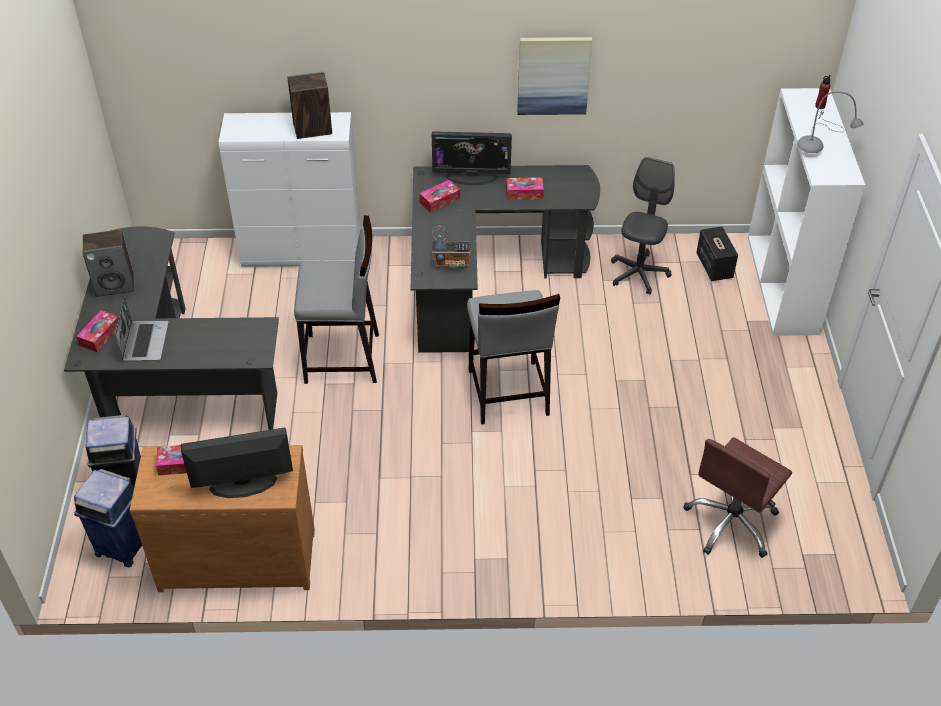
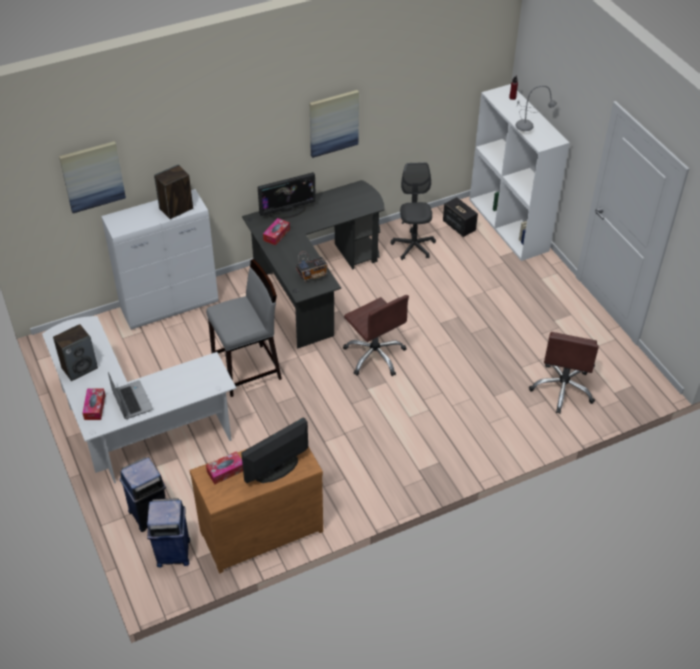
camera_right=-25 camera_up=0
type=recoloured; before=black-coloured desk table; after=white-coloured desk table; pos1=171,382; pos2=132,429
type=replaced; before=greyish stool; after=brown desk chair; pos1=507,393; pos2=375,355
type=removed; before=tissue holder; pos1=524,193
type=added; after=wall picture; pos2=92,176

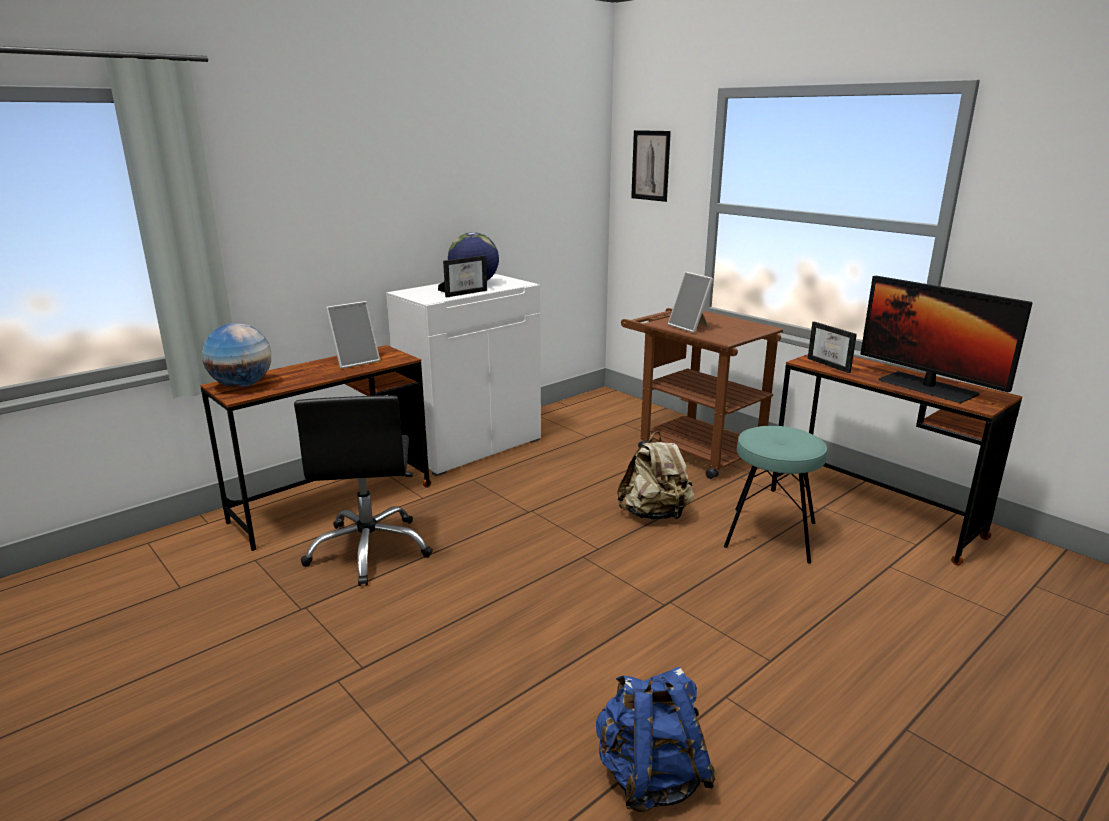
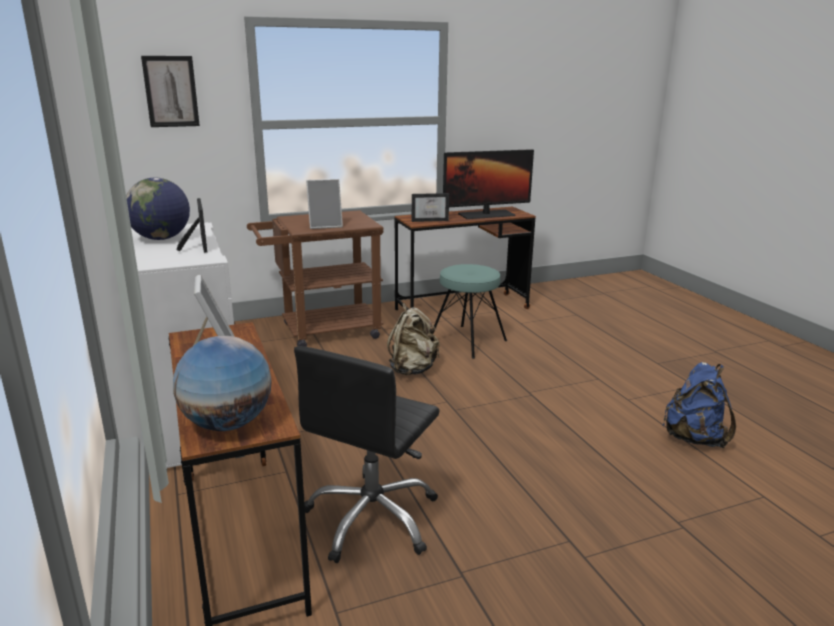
camera_right=-70 camera_up=0
type=turned; before=black-coloured desk chair; pos1=370,550; pos2=372,518; turn=105

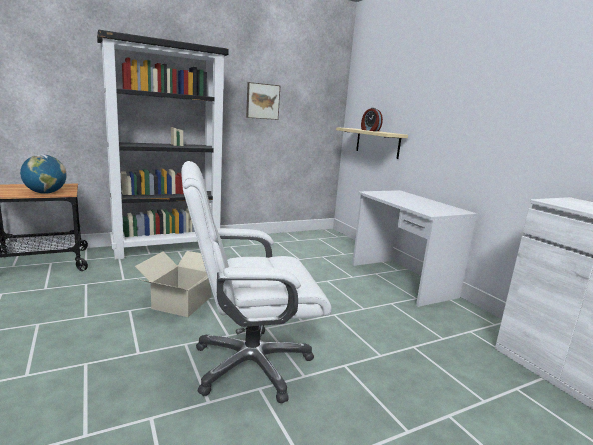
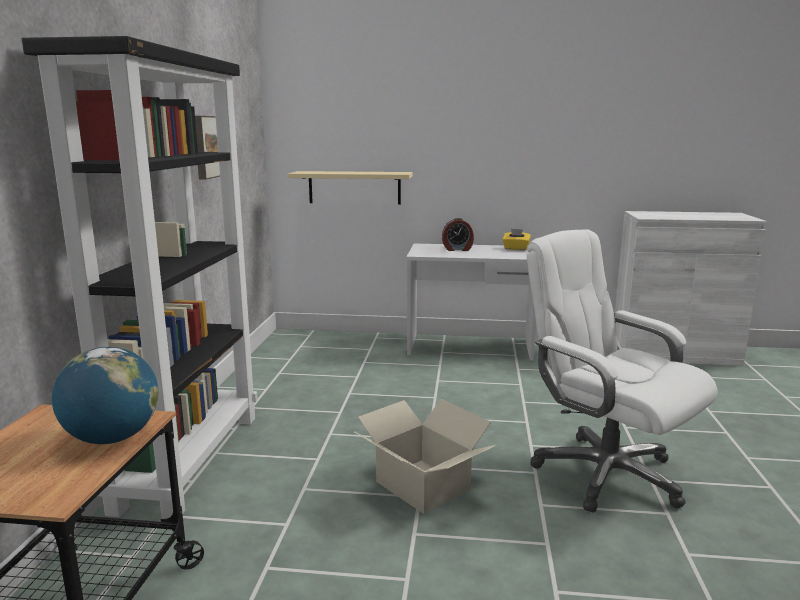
camera_right=-55 camera_up=0
type=turned; before=white-coloured desk chair; pos1=250,364; pos2=605,474; turn=120
type=moved; before=alarm clock; pos1=370,130; pos2=457,249
type=added; after=yellowish tissue holder; pos2=516,249

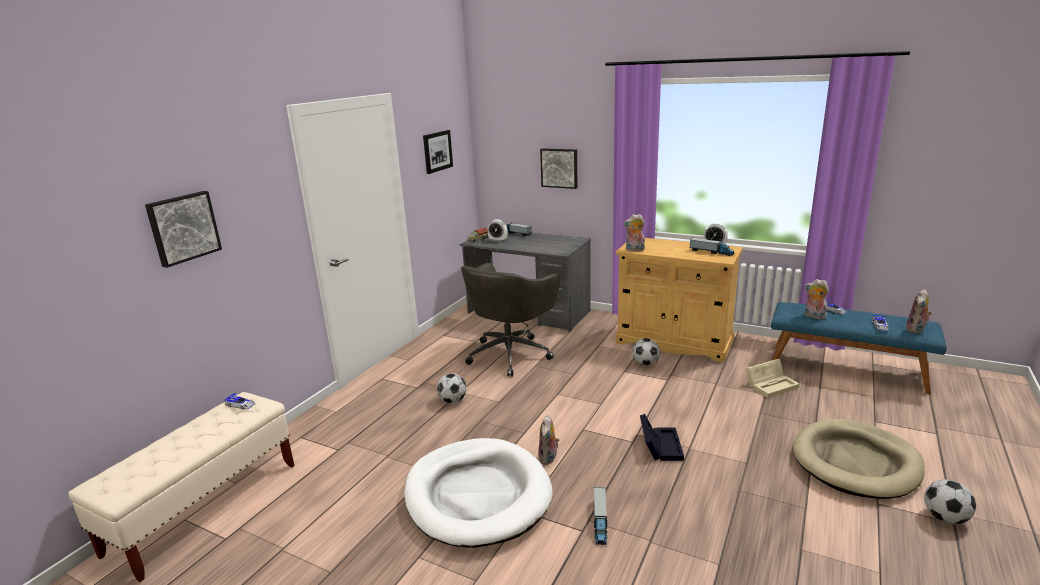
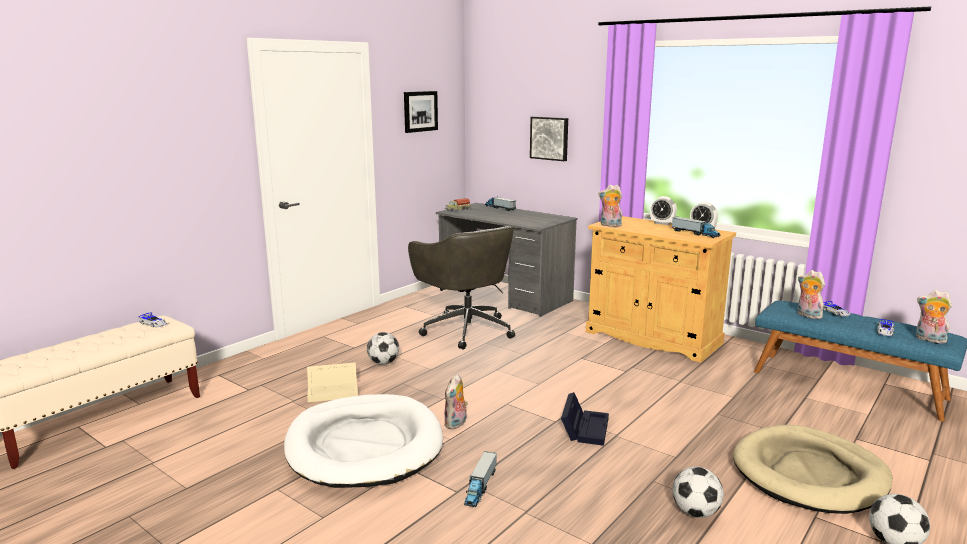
camera_right=10 camera_up=-5
type=removed; before=wall picture; pos1=183,227
type=turned; before=greyish desk chair; pos1=511,354; pos2=466,329; turn=-75
type=moved; before=alarm clock; pos1=498,240; pos2=662,223
type=moved; before=football ball; pos1=645,363; pos2=695,512
type=moved; before=sand-coloured storage container; pos1=771,385; pos2=334,391
type=turned; before=soft toy; pos1=916,330; pos2=929,339; turn=75

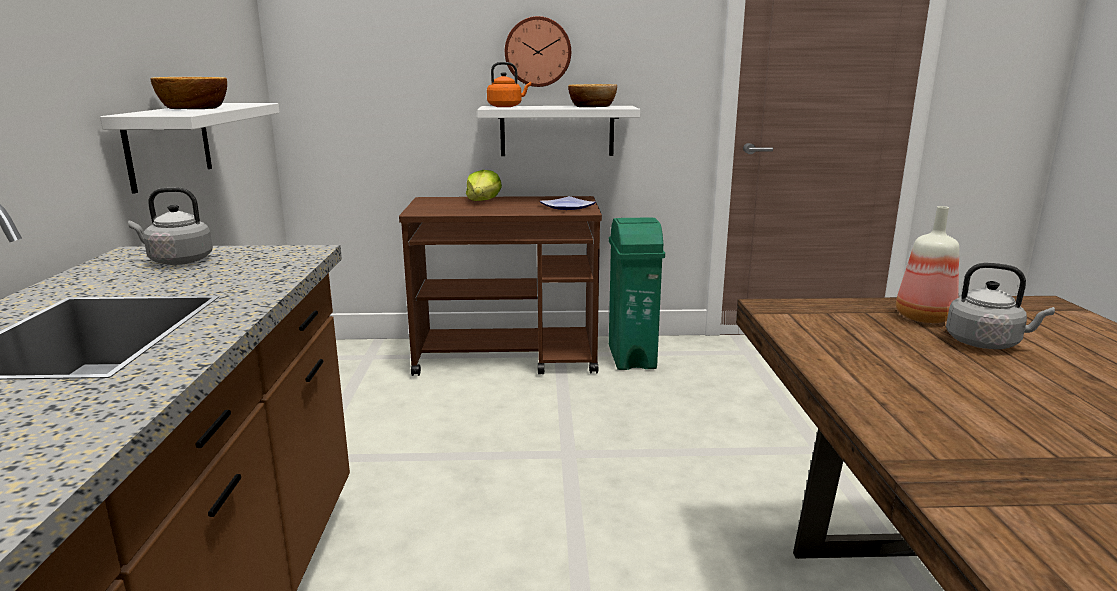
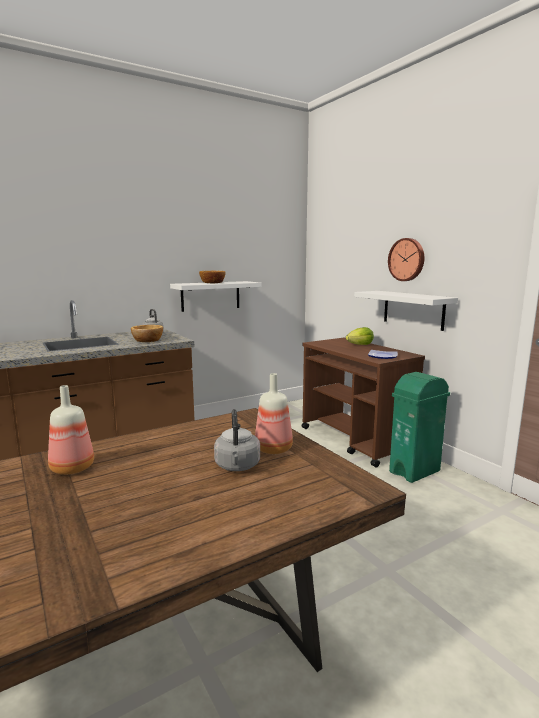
camera_right=60 camera_up=-5
type=removed; before=orange kettle; pos1=506,106
type=moved; before=serving bowl; pos1=593,106; pos2=148,340
type=added; after=bottle; pos2=72,469

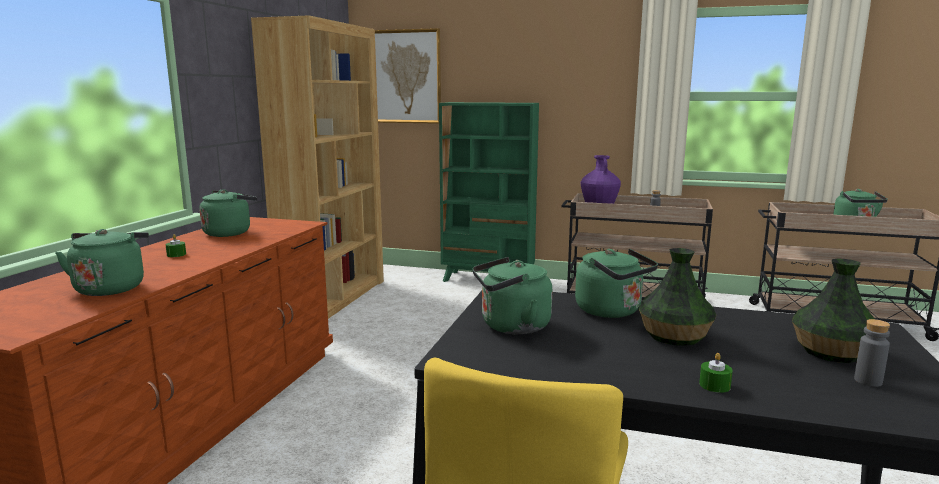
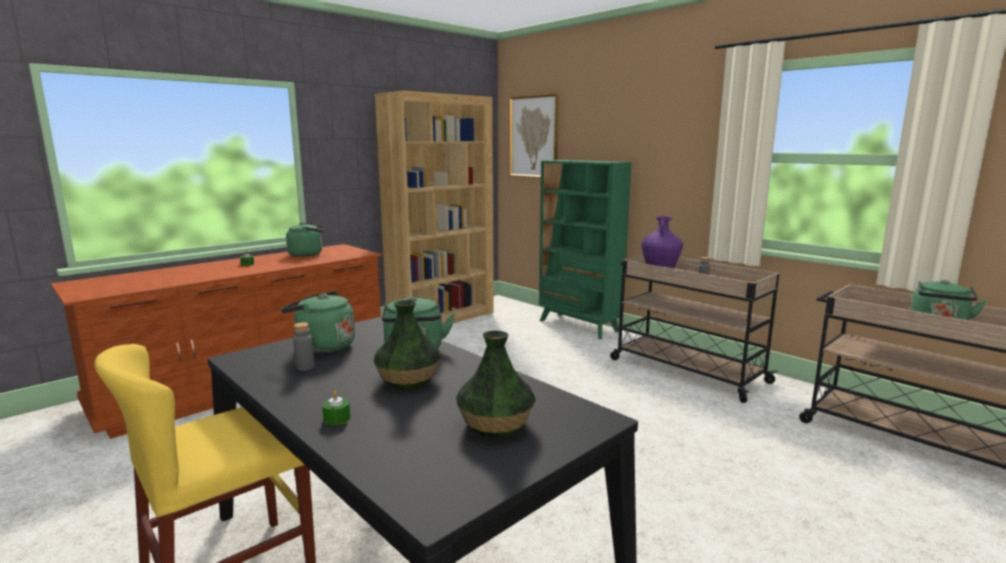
camera_right=30 camera_up=0
type=removed; before=green kettle; pos1=111,288
type=moved; before=greyish bottle; pos1=868,381; pos2=305,367

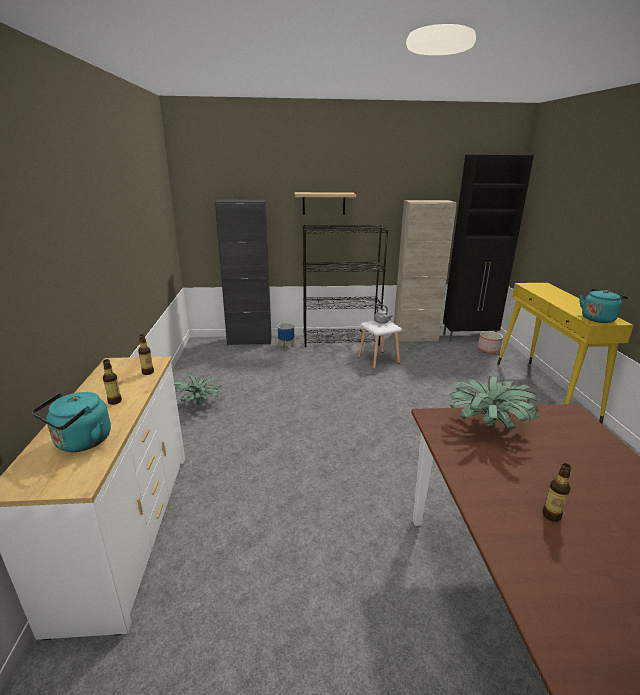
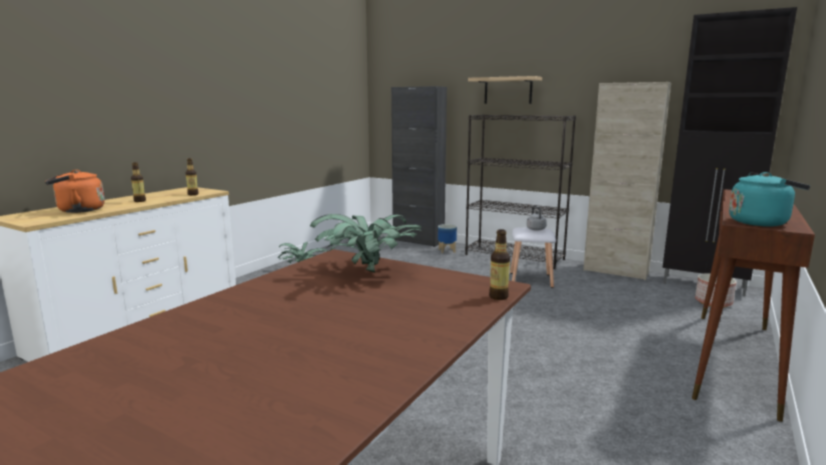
camera_right=35 camera_up=-10
type=recoloured; before=turquoise kettle; after=orange kettle; pos1=81,443; pos2=78,210
type=recoloured; before=yellowish narrow table; after=brown narrow table; pos1=543,391; pos2=734,360
type=moved; before=bottle; pos1=551,515; pos2=498,297

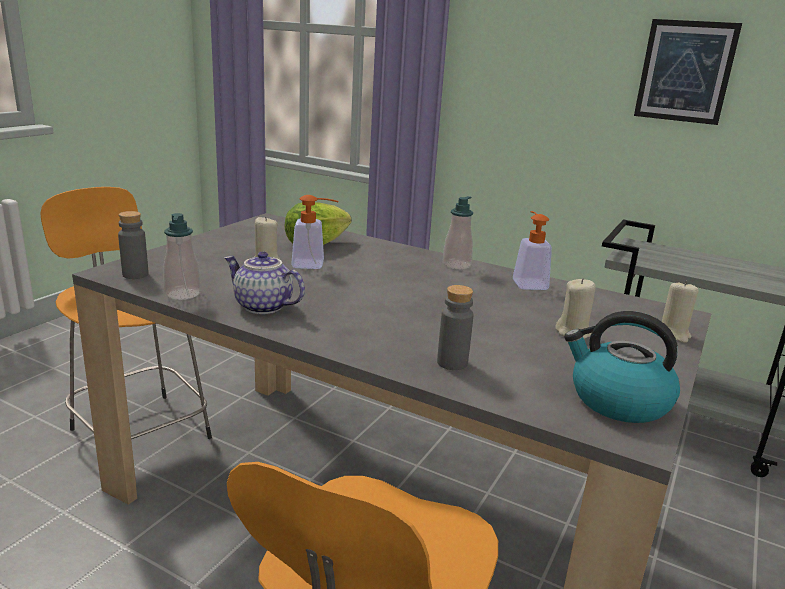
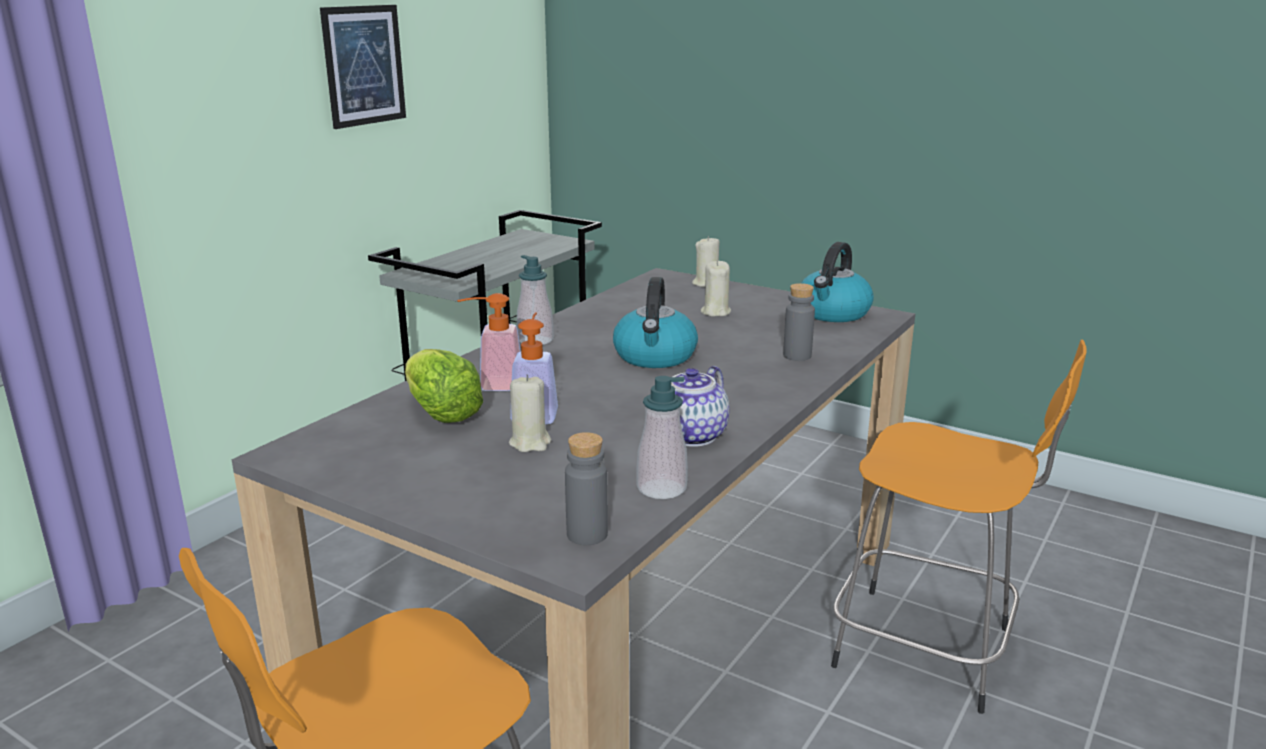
camera_right=-85 camera_up=0
type=moved; before=liquid soap bottle; pos1=528,282; pos2=493,385
type=added; after=kettle; pos2=655,357

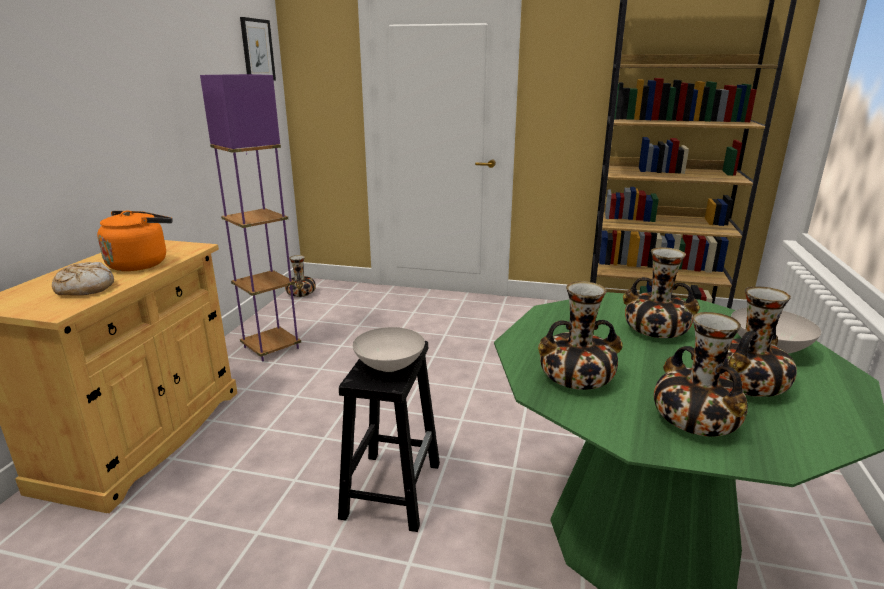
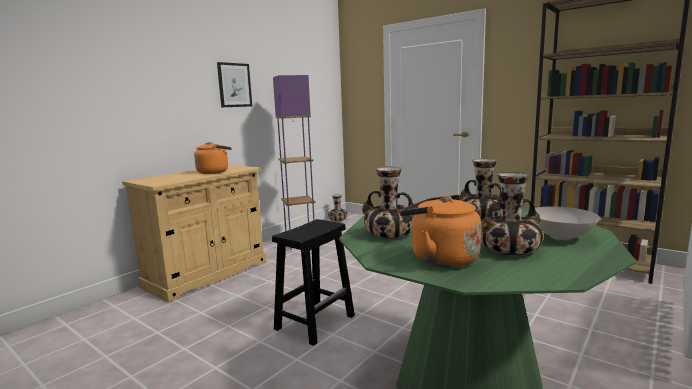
camera_right=25 camera_up=-10
type=removed; before=bakery bread; pos1=85,288
type=moved; before=wall picture; pos1=257,50; pos2=234,85
type=removed; before=white-coloured serving bowl; pos1=389,366
type=replaced; before=vase; after=orange kettle; pos1=694,420; pos2=440,258

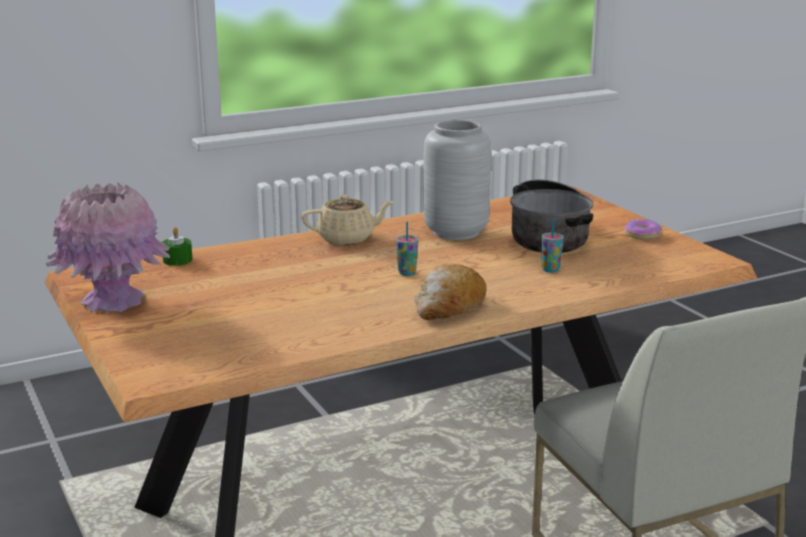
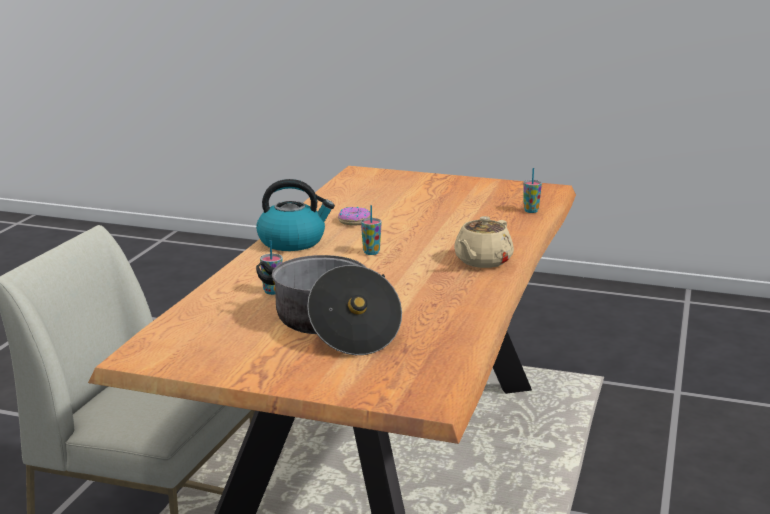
camera_right=135 camera_up=0
type=removed; before=pinkish vase; pos1=113,301
type=replaced; before=green candle; after=small cup; pos1=177,260; pos2=531,211
type=replaced; before=bakery bread; after=kettle; pos1=448,307; pos2=293,241
type=removed; before=greyish vase; pos1=455,233
type=moved; before=doughnut; pos1=642,235; pos2=354,221

